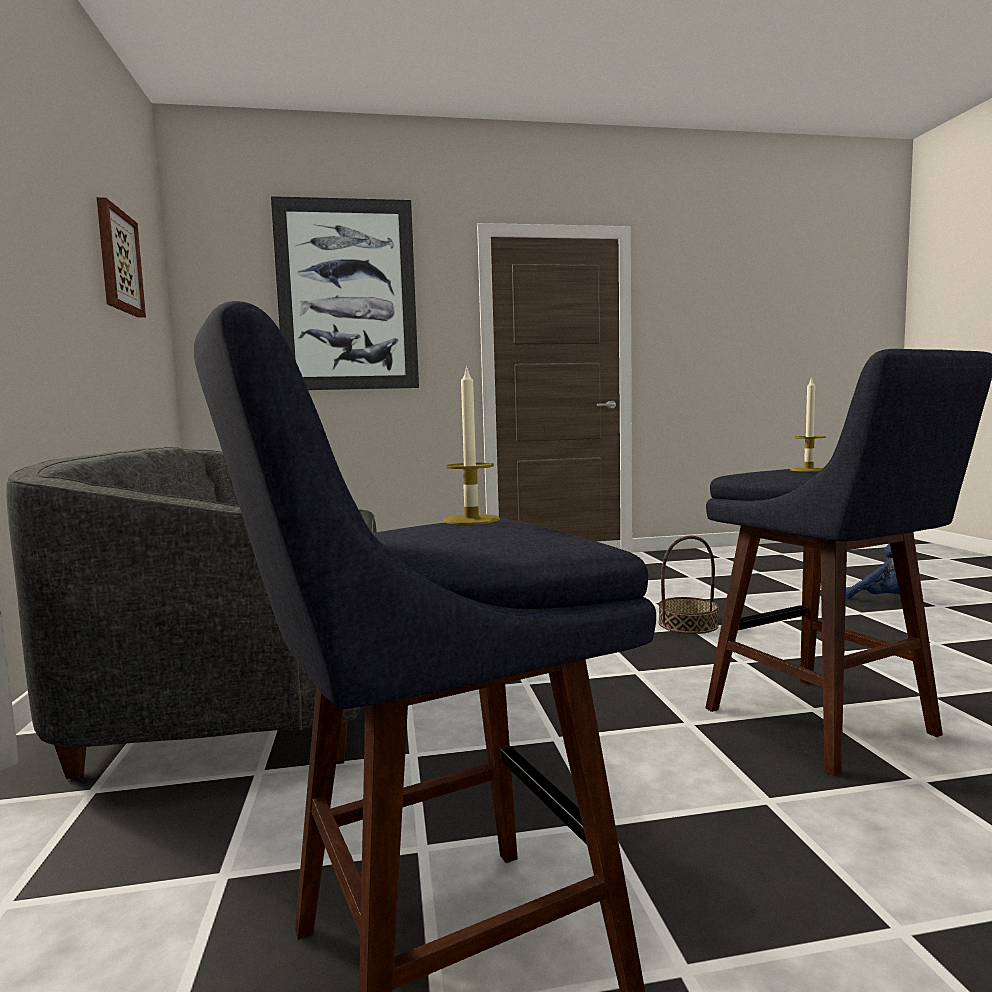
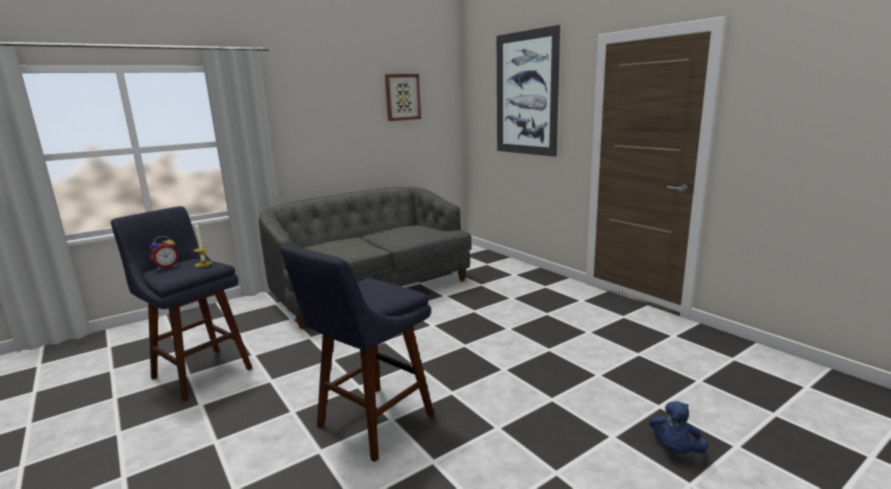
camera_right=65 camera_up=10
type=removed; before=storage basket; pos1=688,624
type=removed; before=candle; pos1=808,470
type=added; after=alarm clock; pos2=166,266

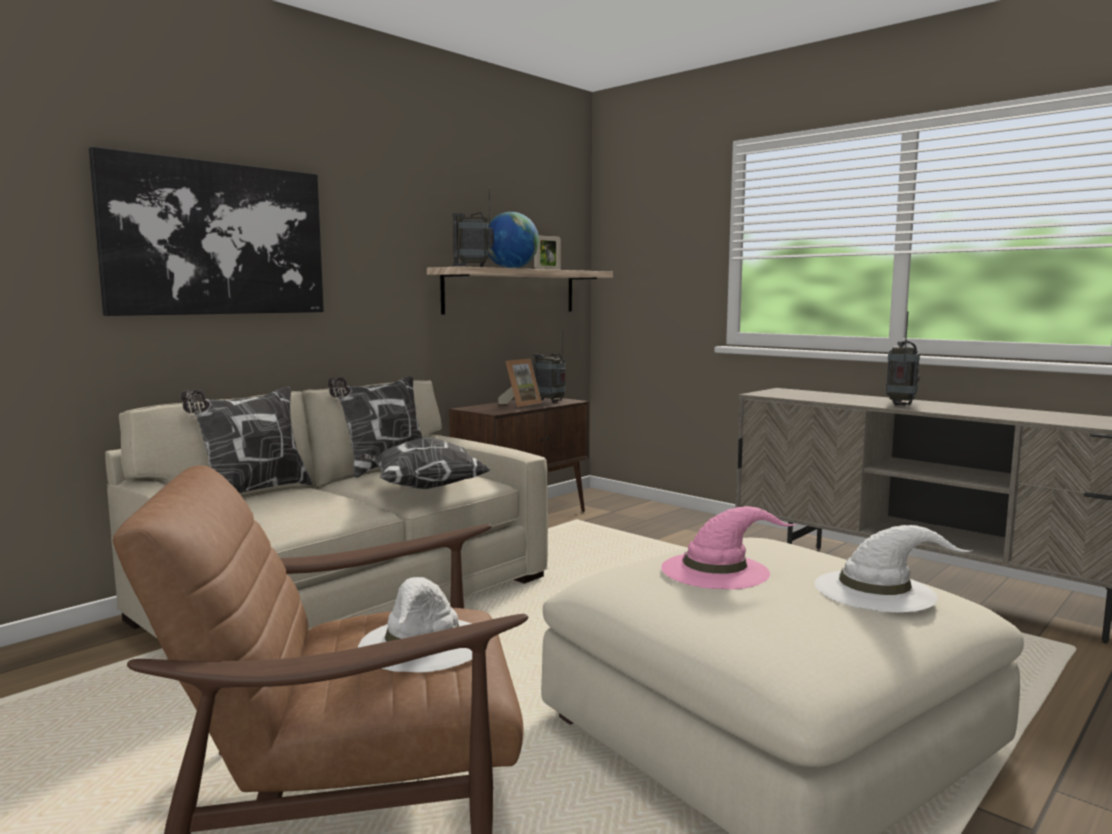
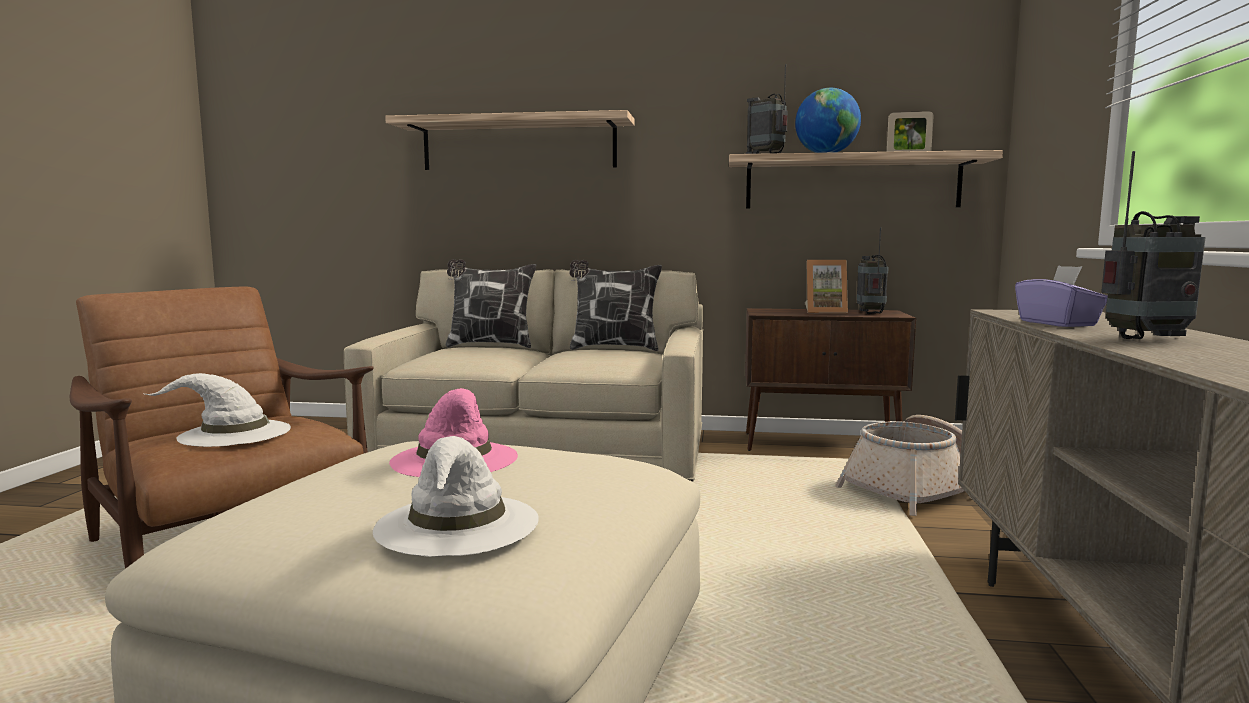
camera_right=55 camera_up=0
type=replaced; before=wall picture; after=bracket shelf; pos1=217,239; pos2=519,145
type=removed; before=pillow; pos1=423,488
type=added; after=storage basket; pos2=916,490
type=added; after=purplish tissue holder; pos2=1058,323

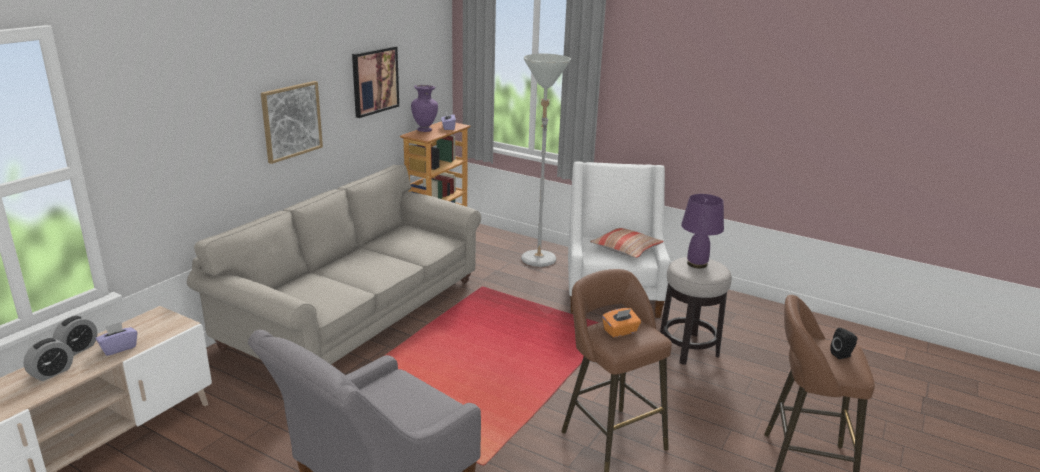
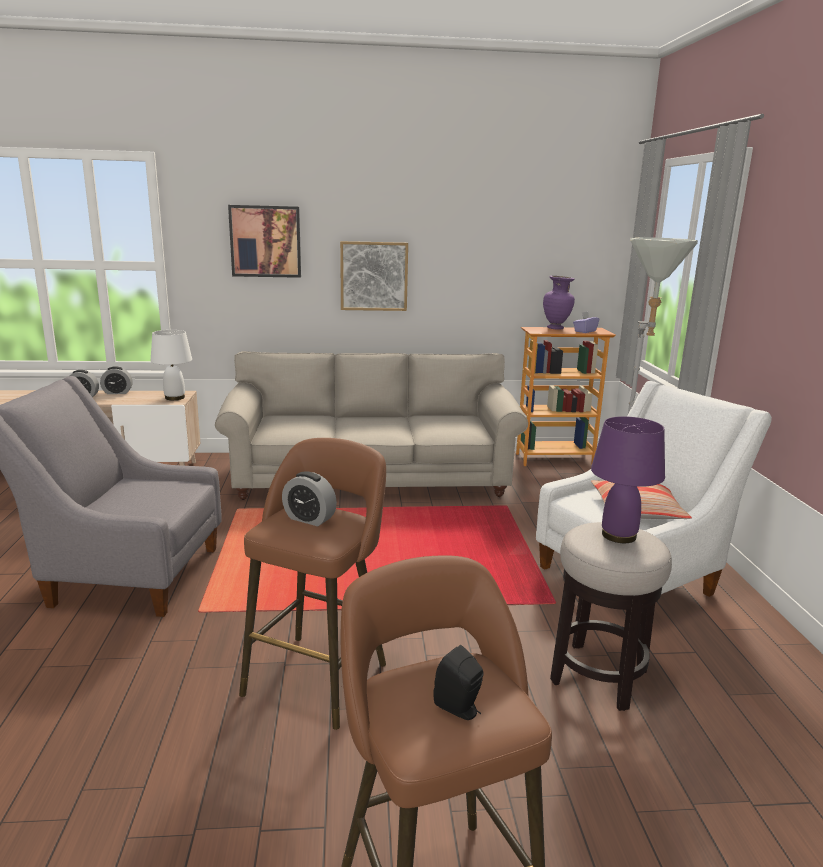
camera_right=55 camera_up=-5
type=removed; before=purplish tissue holder; pos1=119,348
type=moved; before=wall picture; pos1=375,81; pos2=265,241
type=replaced; before=orange tissue holder; after=alarm clock; pos1=620,331; pos2=309,519
type=added; after=white-coloured lamp for a table; pos2=175,398

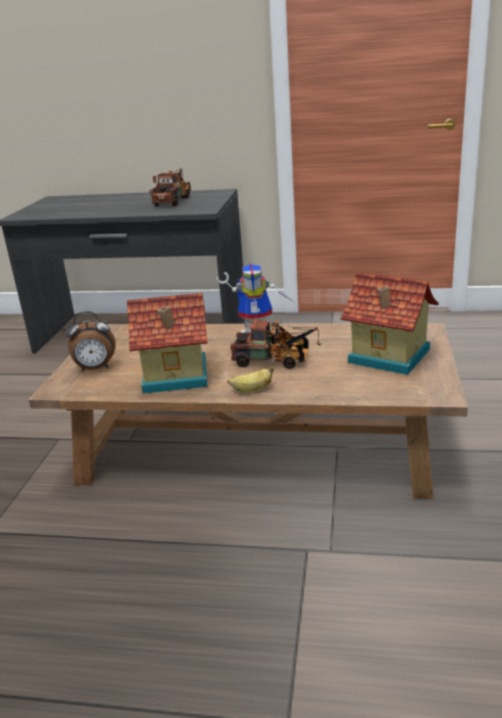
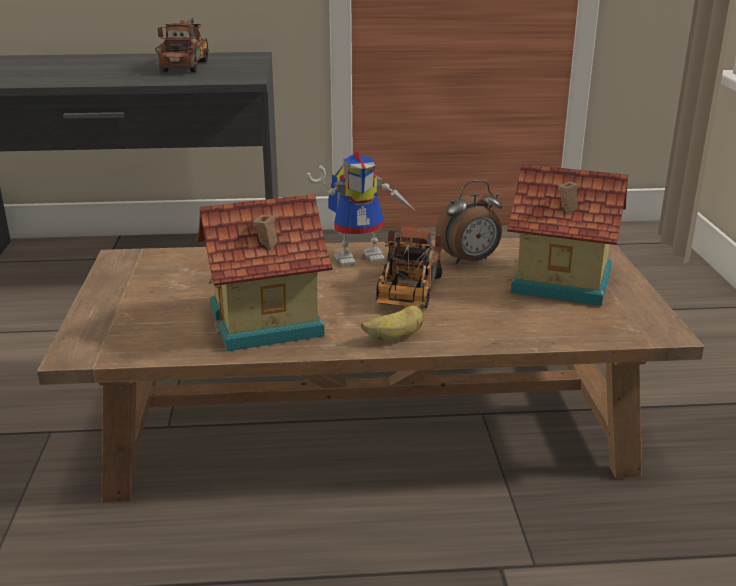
camera_right=-15 camera_up=0
type=moved; before=alarm clock; pos1=95,368; pos2=470,261
type=turned; before=toy lorry; pos1=276,361; pos2=407,294; turn=105

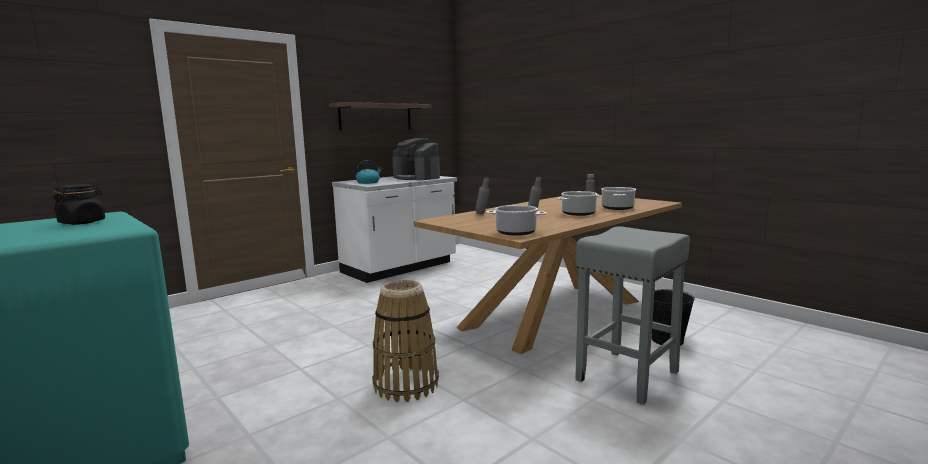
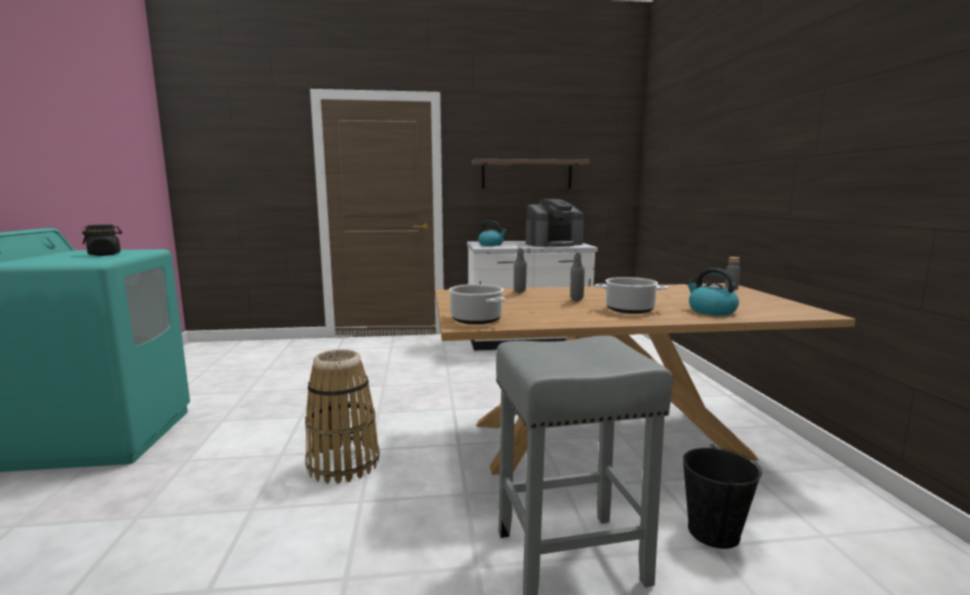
camera_right=35 camera_up=0
type=turned; before=coffee brewer; pos1=416,178; pos2=553,244; turn=-105
type=replaced; before=stockpot; after=kettle; pos1=617,208; pos2=711,311

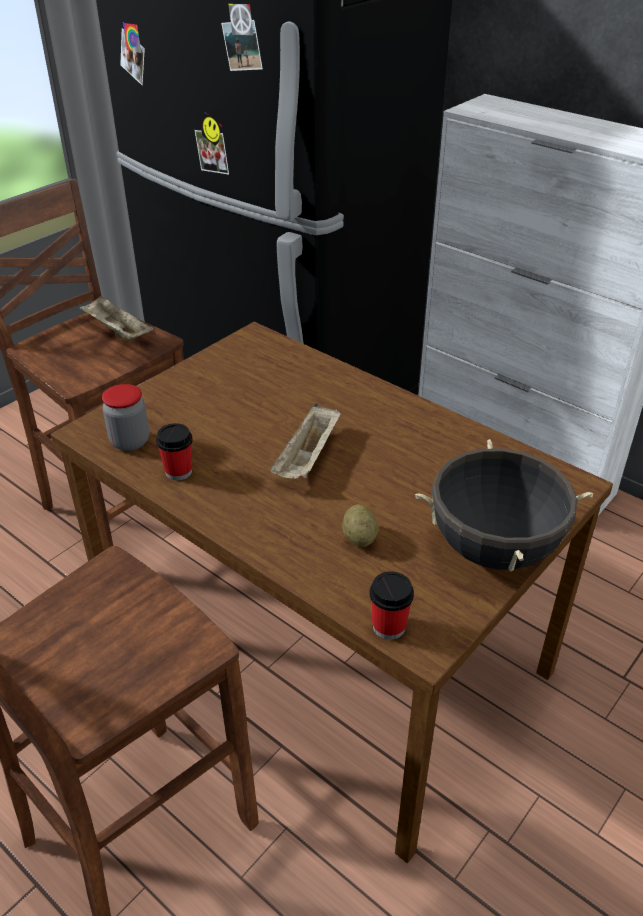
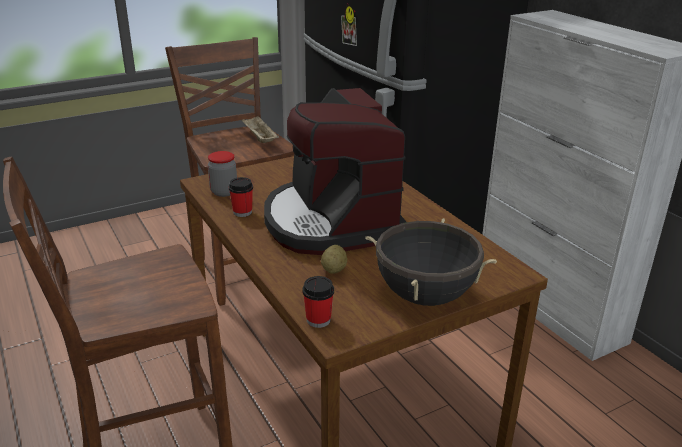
camera_right=20 camera_up=-10
type=replaced; before=sand-coloured carrying tray; after=coffee brewer; pos1=308,458; pos2=331,221

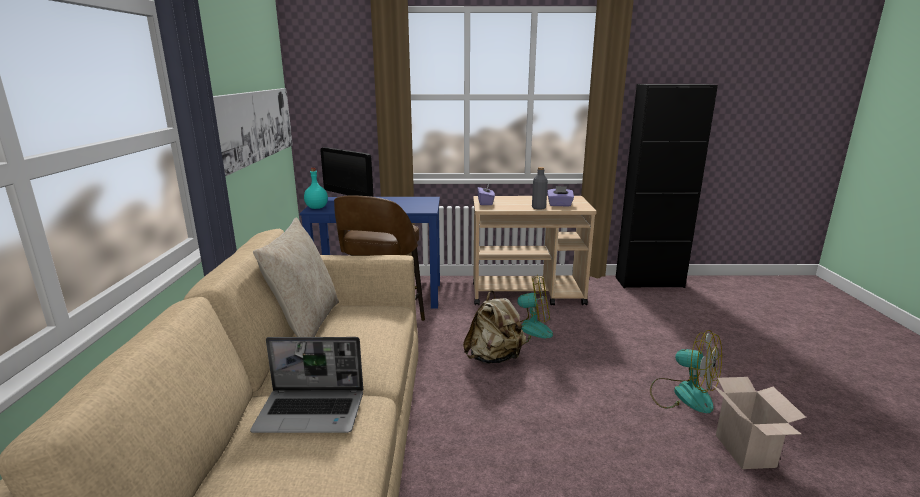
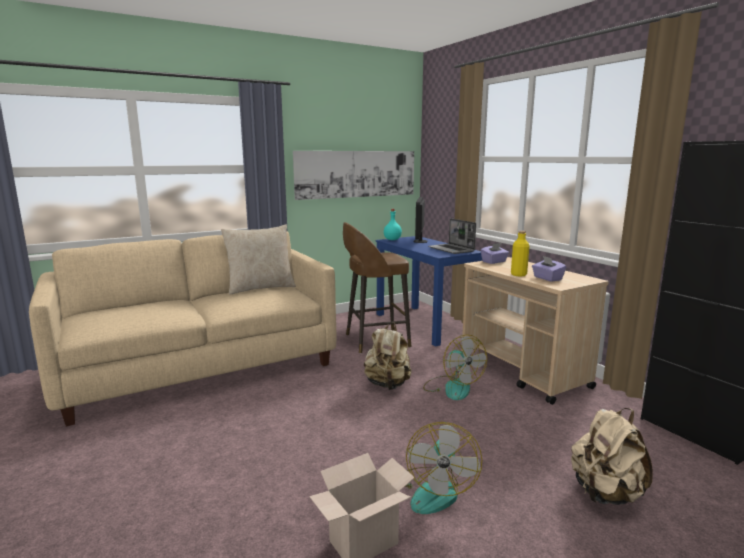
camera_right=60 camera_up=-5
type=moved; before=laptop; pos1=312,412; pos2=451,250
type=recoloured; before=greyish bottle; after=yellowish bottle; pos1=538,208; pos2=518,274
type=added; after=sand-coloured rucksack; pos2=605,493

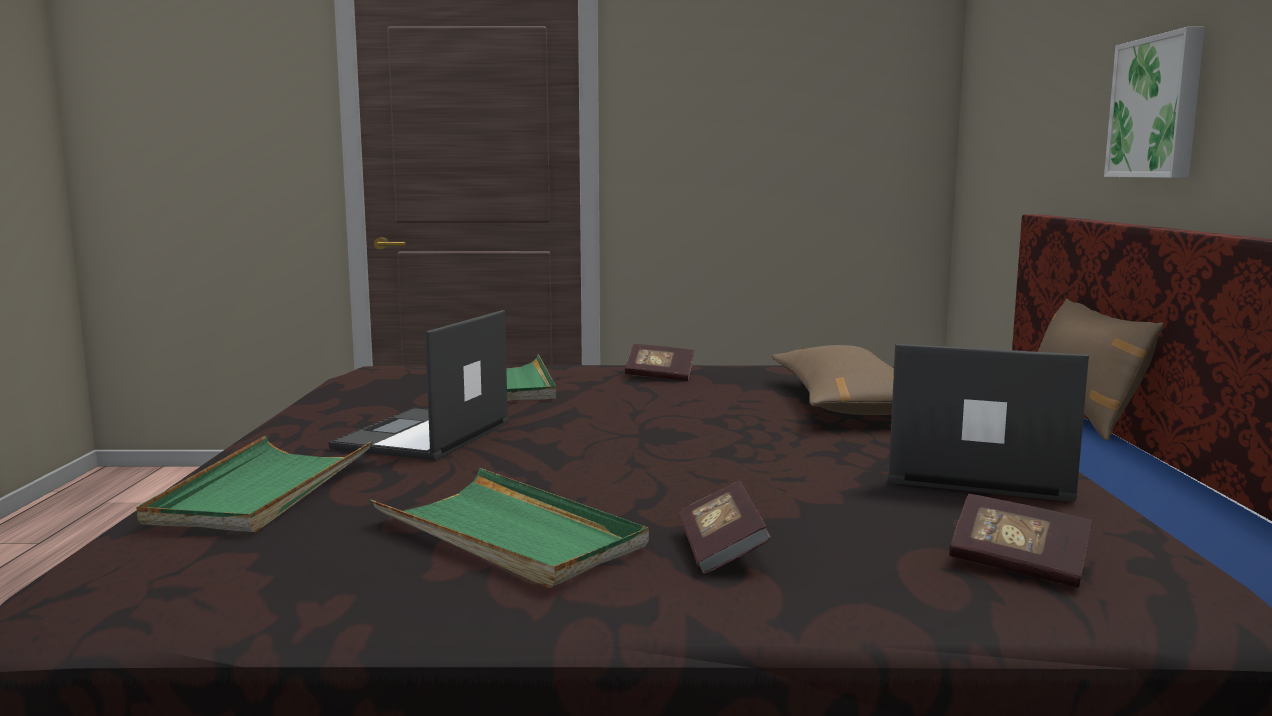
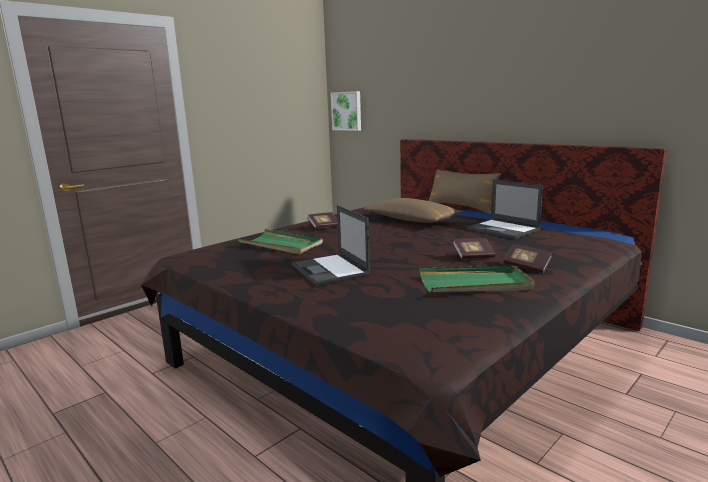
camera_right=-45 camera_up=5
type=removed; before=green carrying tray; pos1=263,491
type=turned; before=laptop; pos1=977,472; pos2=504,229; turn=-105
type=moved; before=bound book; pos1=1018,565; pos2=473,256
type=moved; before=wall picture; pos1=1158,107; pos2=347,111

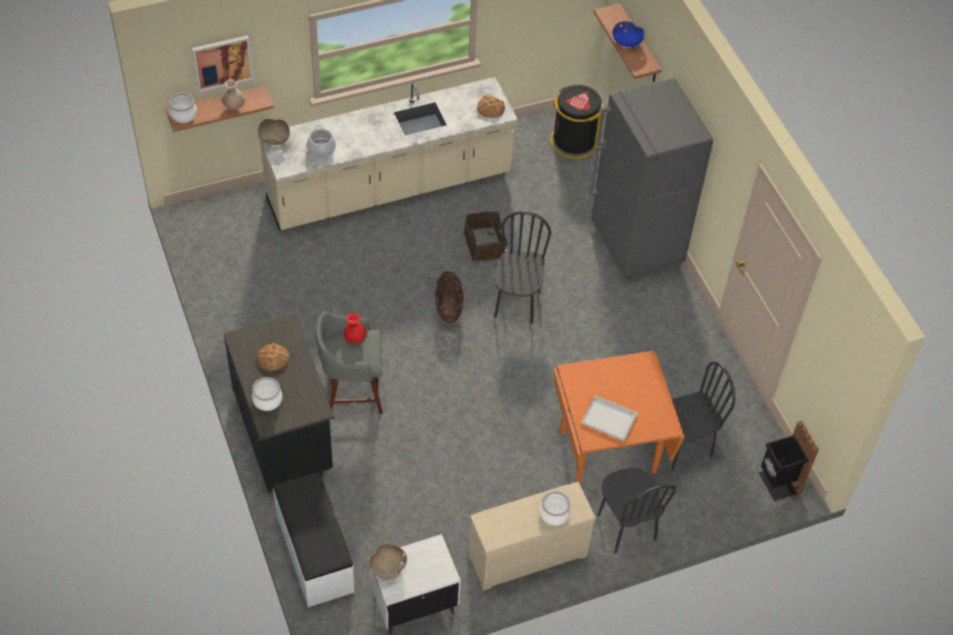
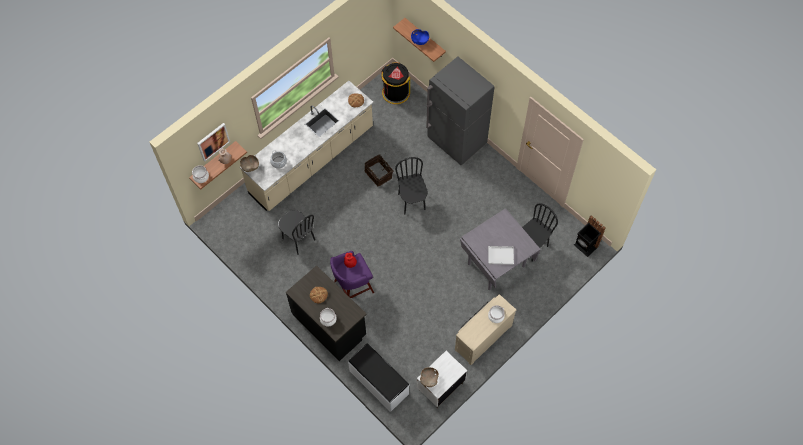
camera_right=-20 camera_up=10
type=recoloured; before=greyish stool; after=purplish stool; pos1=352,392; pos2=352,287
type=removed; before=storage basket; pos1=448,308
type=recoloured; before=orange kitchen table; after=greyish kitchen table; pos1=608,452; pos2=496,265
type=moved; before=black-coloured upright chair; pos1=626,527; pos2=298,239

